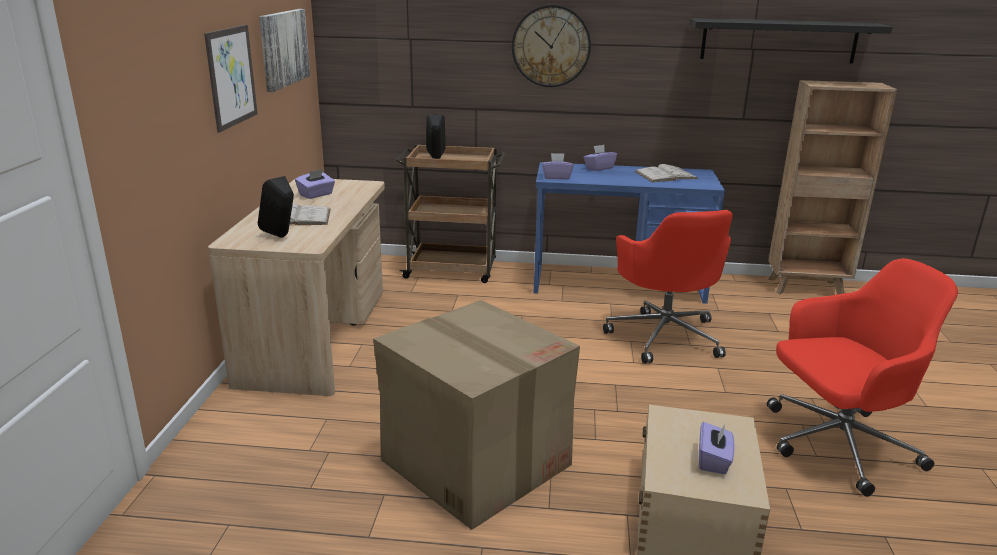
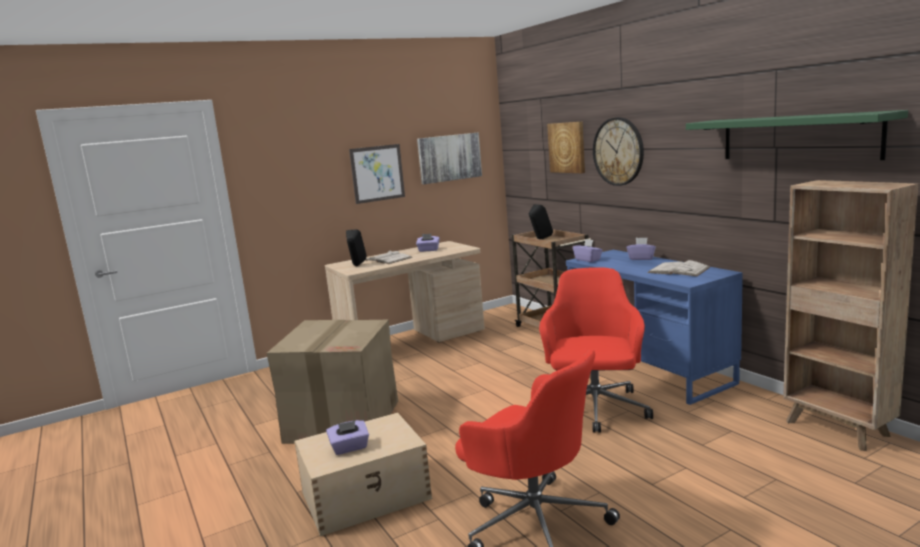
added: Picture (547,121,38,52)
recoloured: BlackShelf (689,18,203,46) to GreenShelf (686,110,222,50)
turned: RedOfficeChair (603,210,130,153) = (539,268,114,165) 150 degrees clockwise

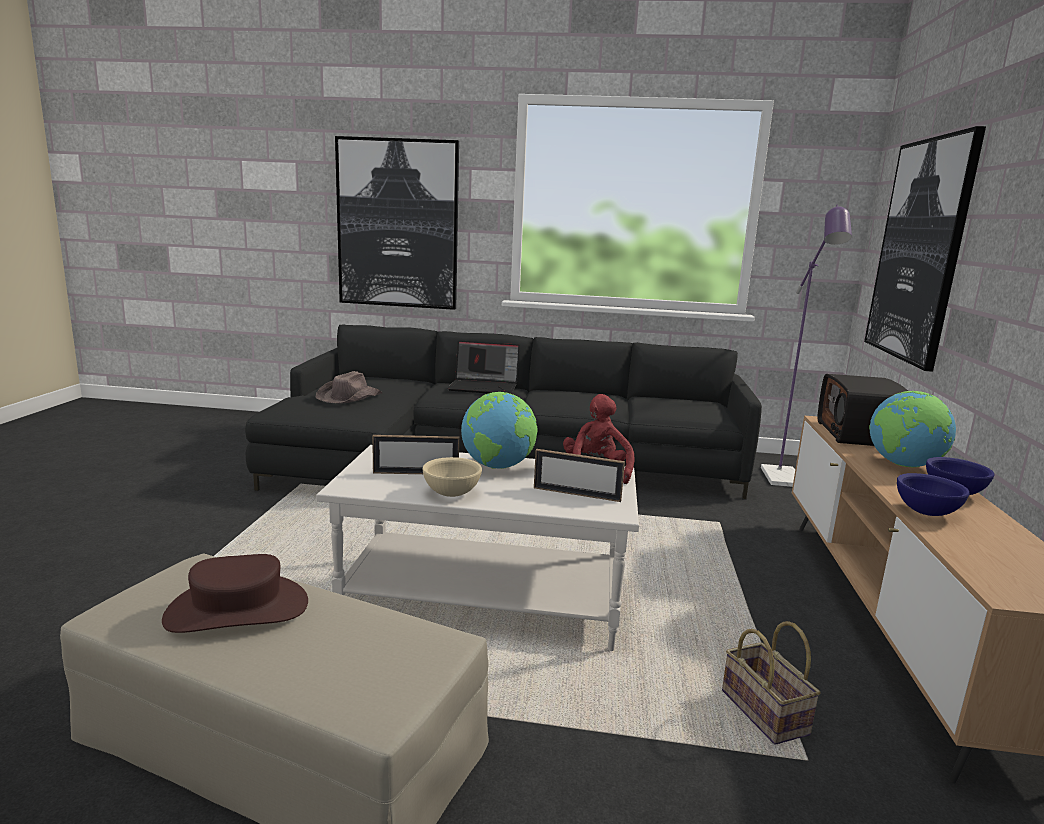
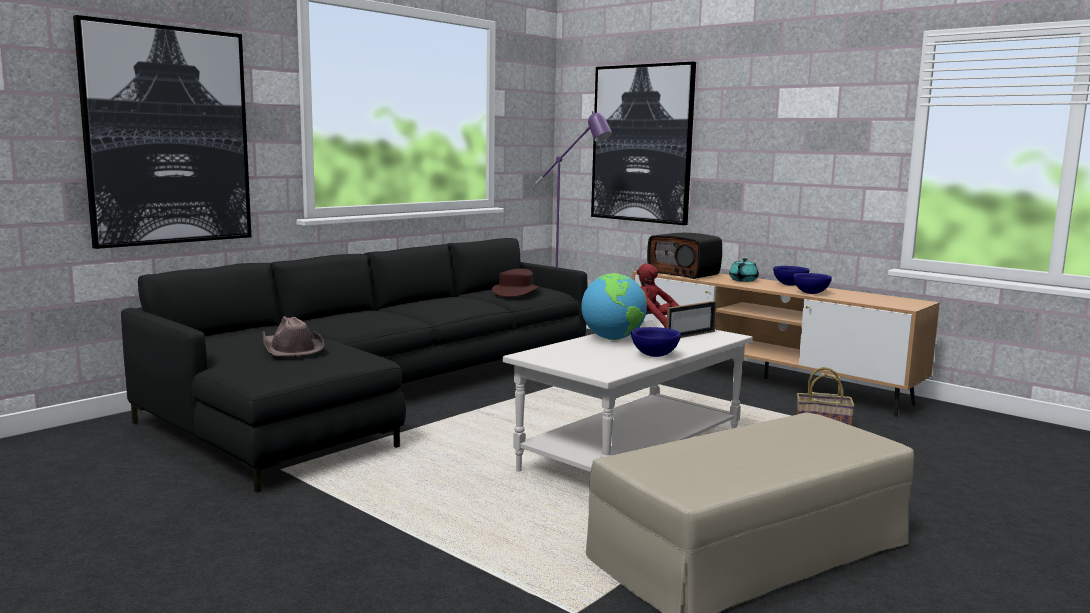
removed: PictureFrame (372,435,87,39); Laptop (447,340,73,54)
moved: BrownHat (162,554,146,79) to (492,269,48,28)
replaced: Globe (869,391,87,76) to TurquoiseTeapot (729,258,30,24)
recoloured: BeigeBowl (422,457,60,40) to BlueBowl (631,327,50,30)

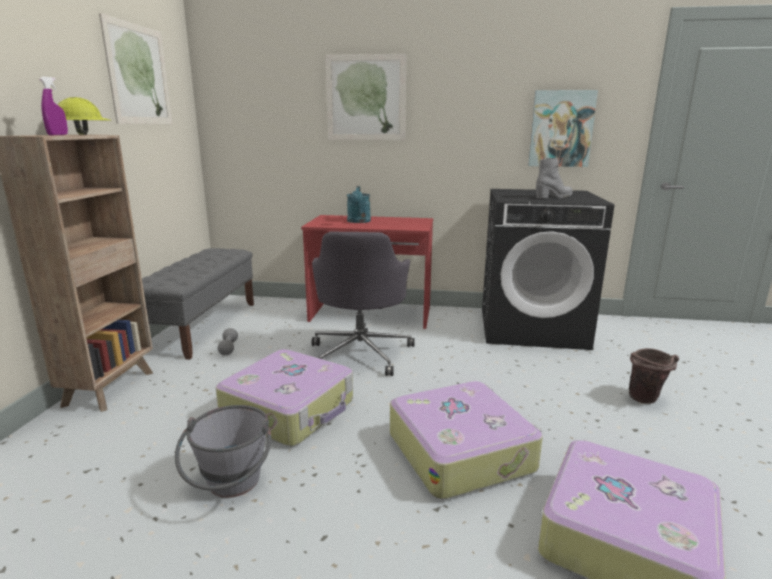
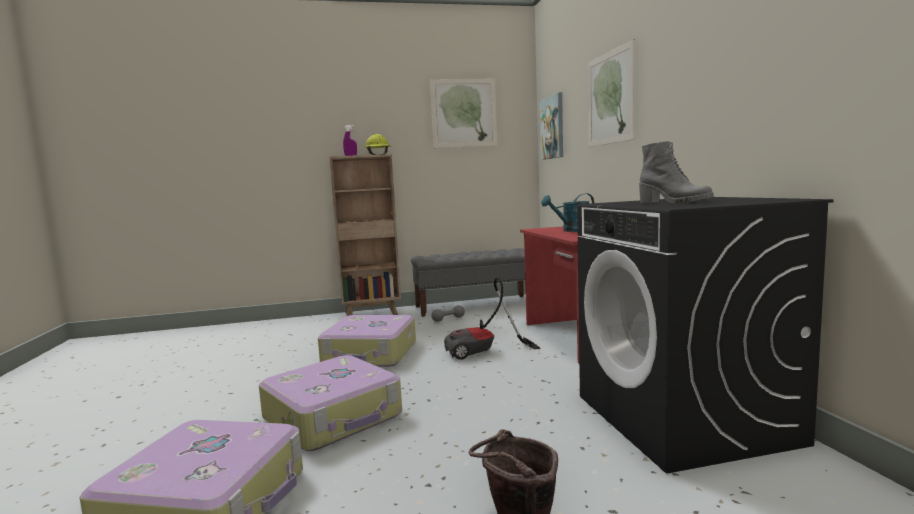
removed: GreyBucket (175,405,96,93)
moved: Picture (528,90,70,77) to (539,92,24,68)
replaced: GreyOfficeChair (312,232,102,144) to VacuumCleaner (444,277,96,83)

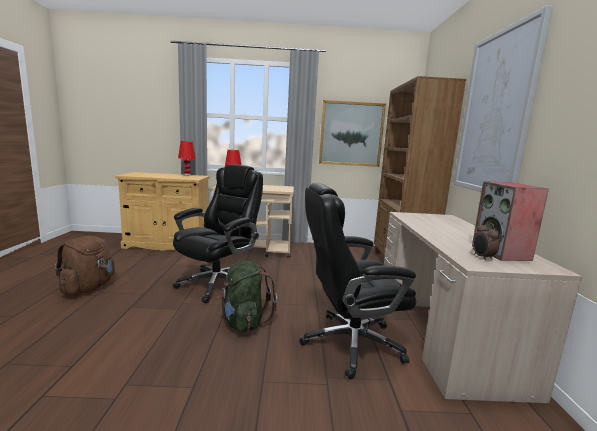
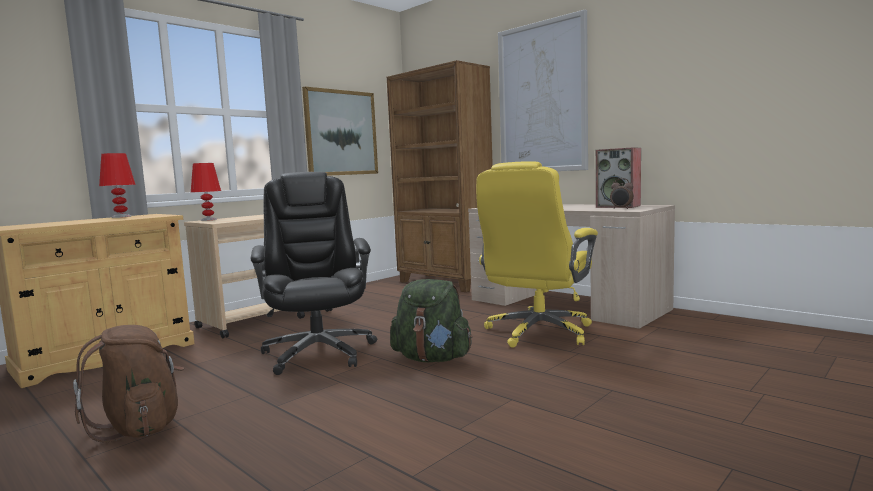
recoloured: BlackOfficeChair (299,183,117,197) to YellowOfficeChair (476,161,122,187)

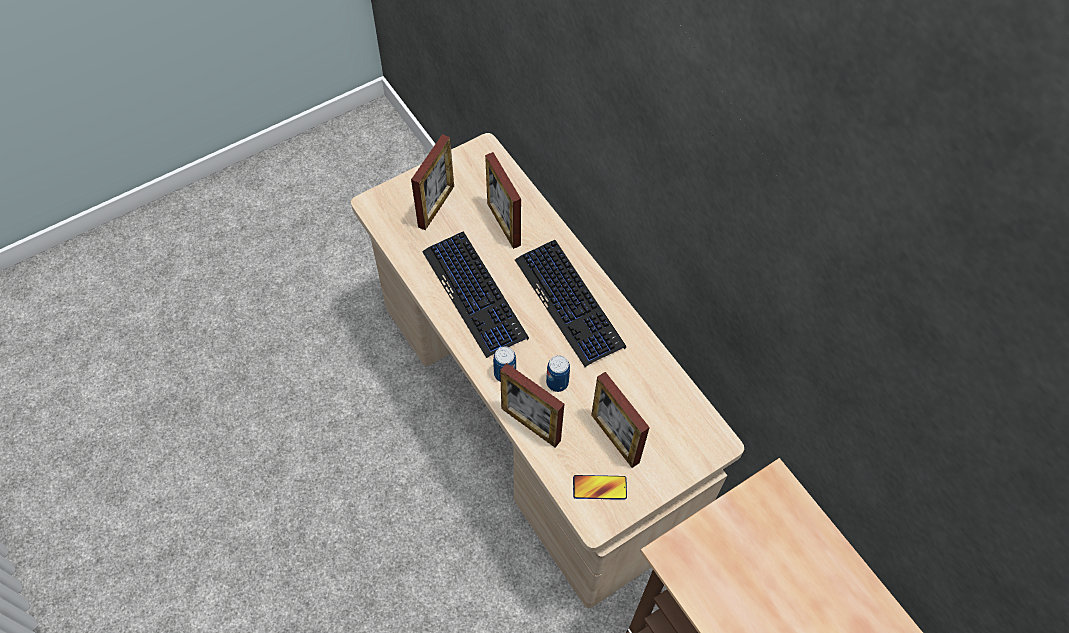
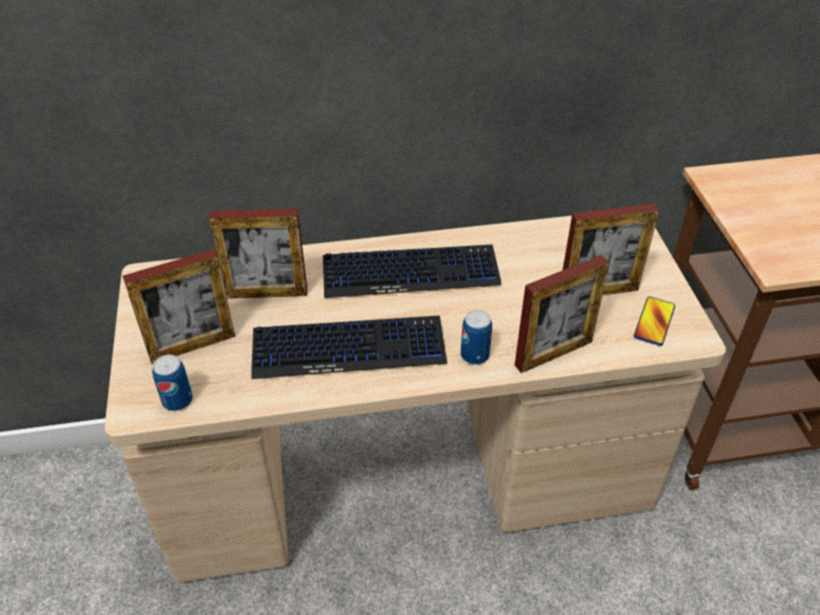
moved: Can (546,355,24,37) to (152,355,41,56)
turned: PictureFrame (411,134,43,96) = (123,249,112,115) 105 degrees clockwise

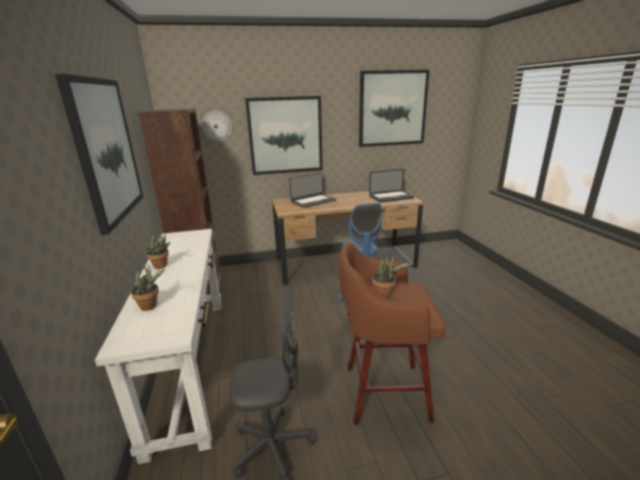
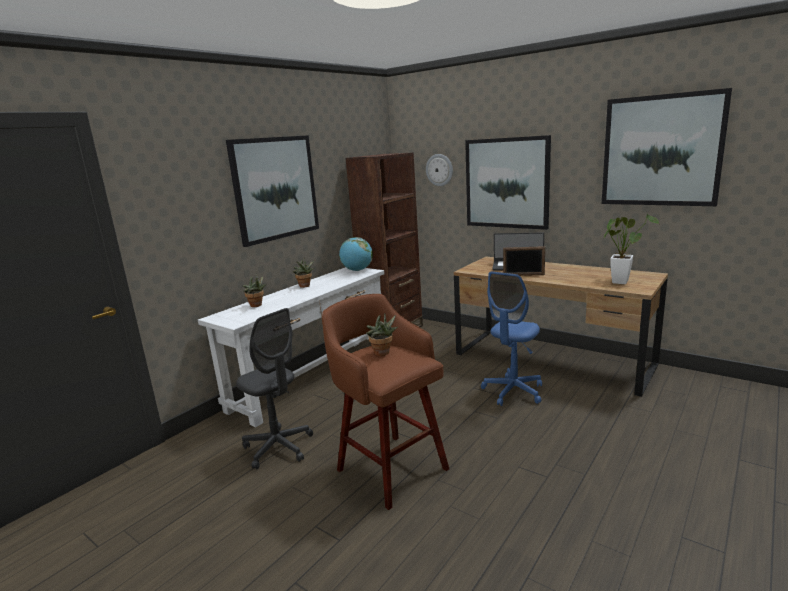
added: Globe (339,237,34,34); PictureFrame (503,246,42,30)
replaced: Laptop (369,169,45,33) to PottedPlant (604,214,55,70)

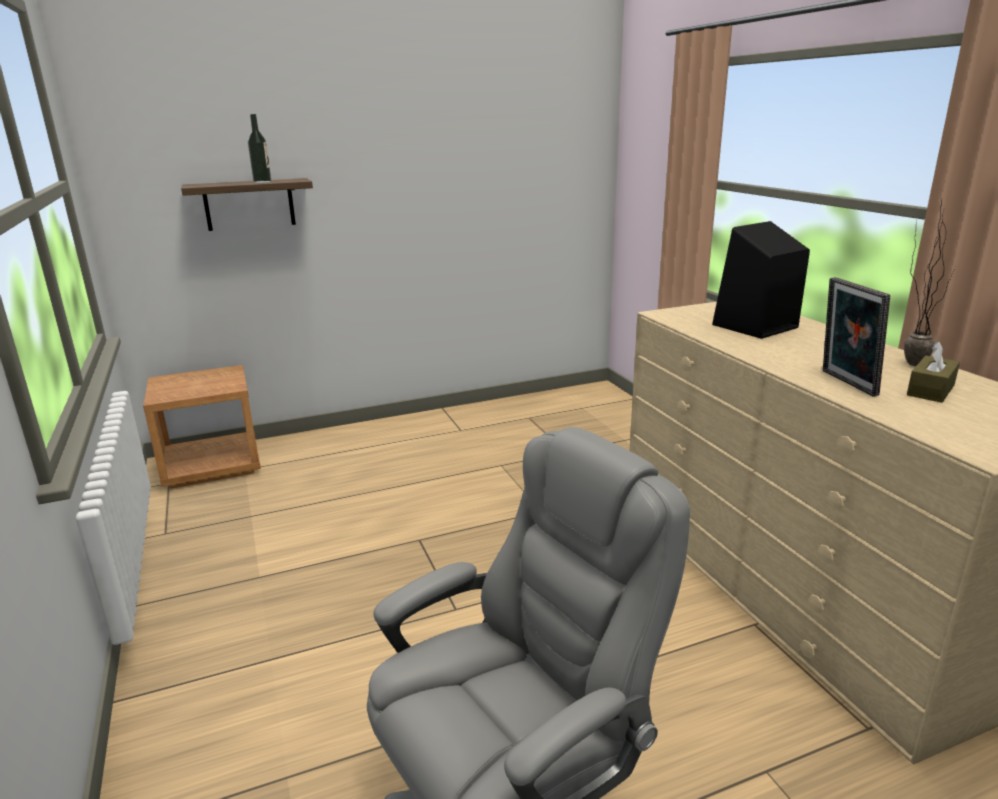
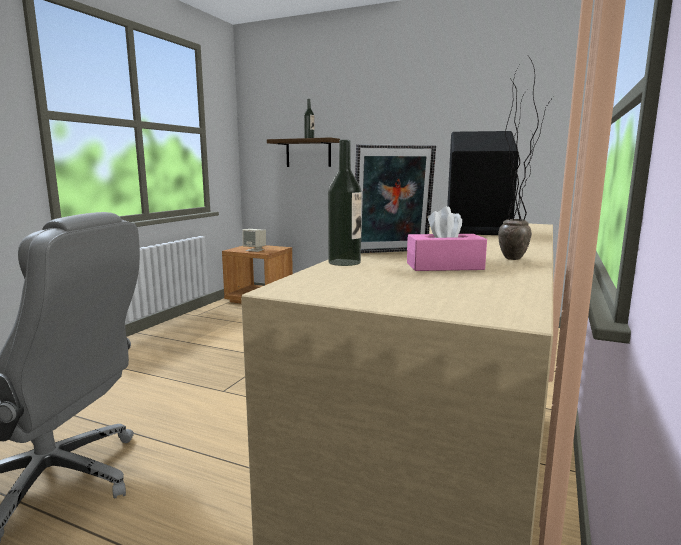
added: BeigeSpeaker (242,229,24,23); Bottle (328,140,34,126)
recoloured: BrownTissueBox (907,341,53,62) to PinkTissueBox (407,206,80,65)
turned: PictureFrame (823,277,67,120) = (355,144,81,109) 135 degrees counterclockwise

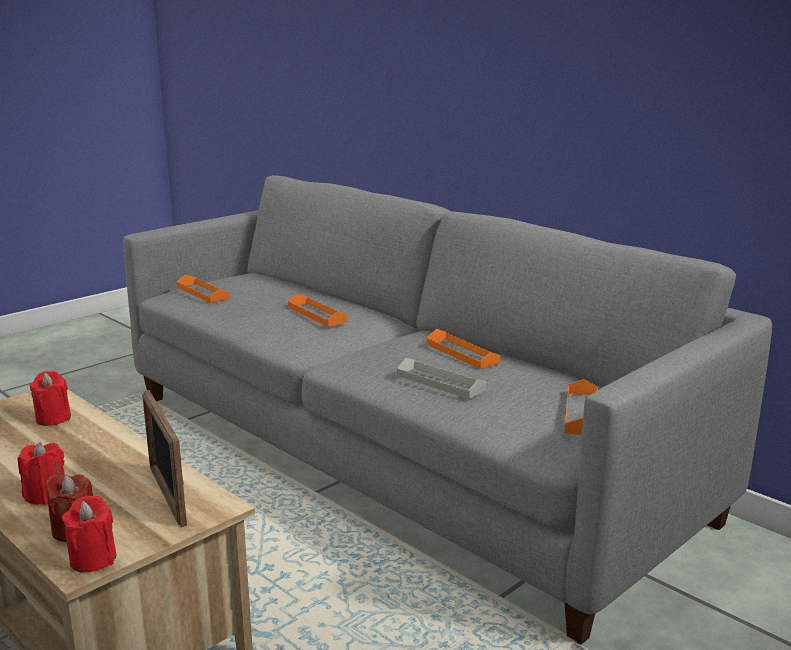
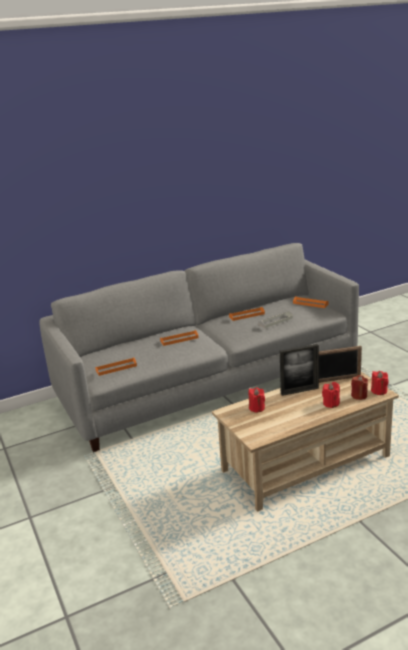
added: PictureFrame (280,344,39,52)

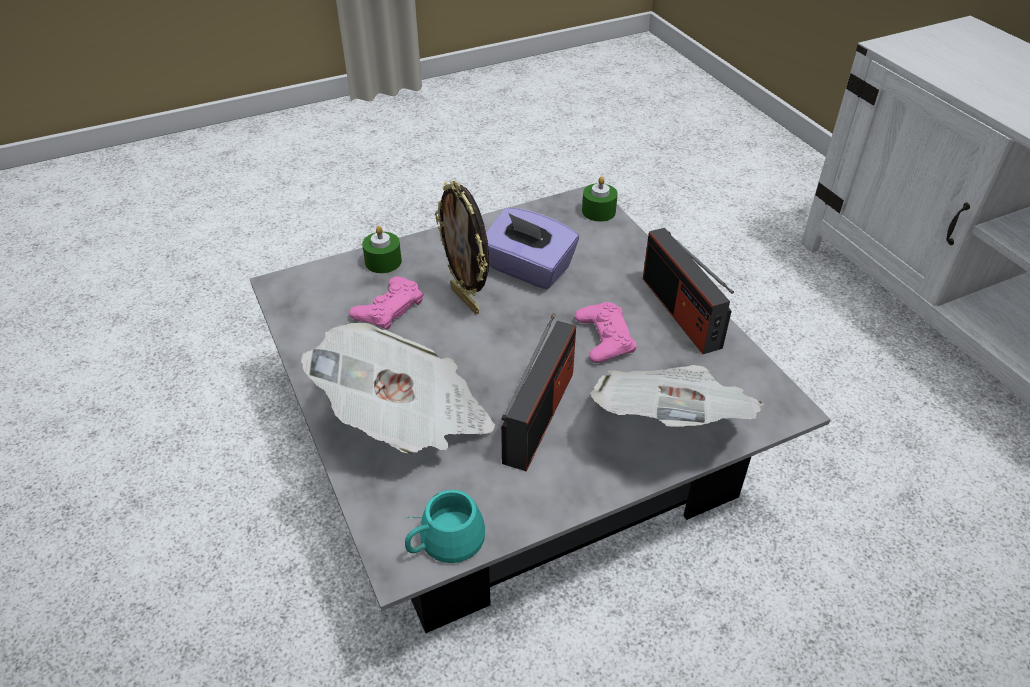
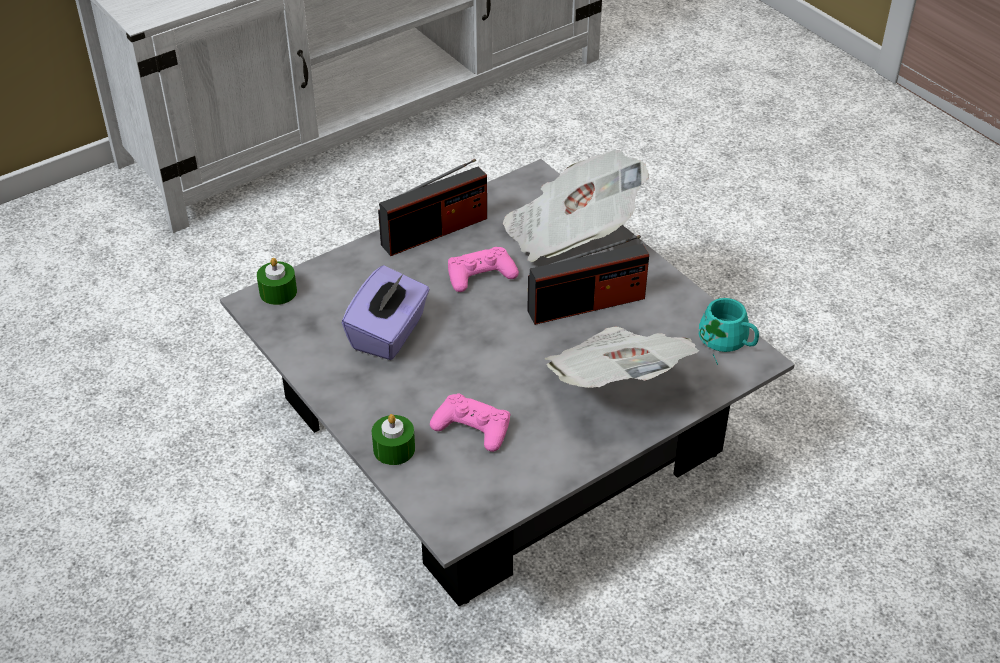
removed: PictureFrame (435,181,54,133)
turned: Radio (501,314,75,158) = (527,235,122,90) 150 degrees clockwise

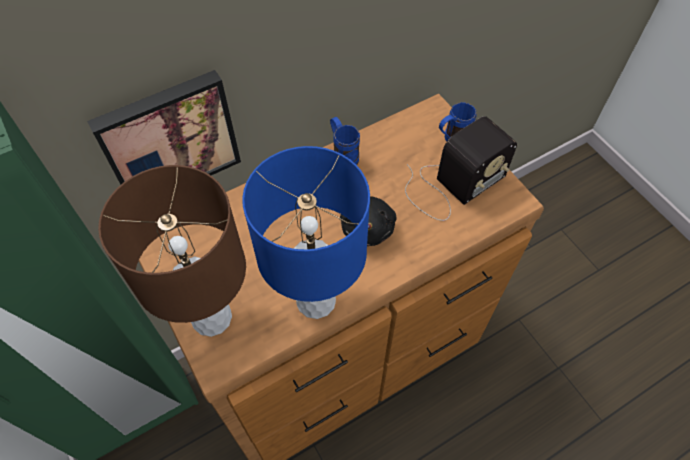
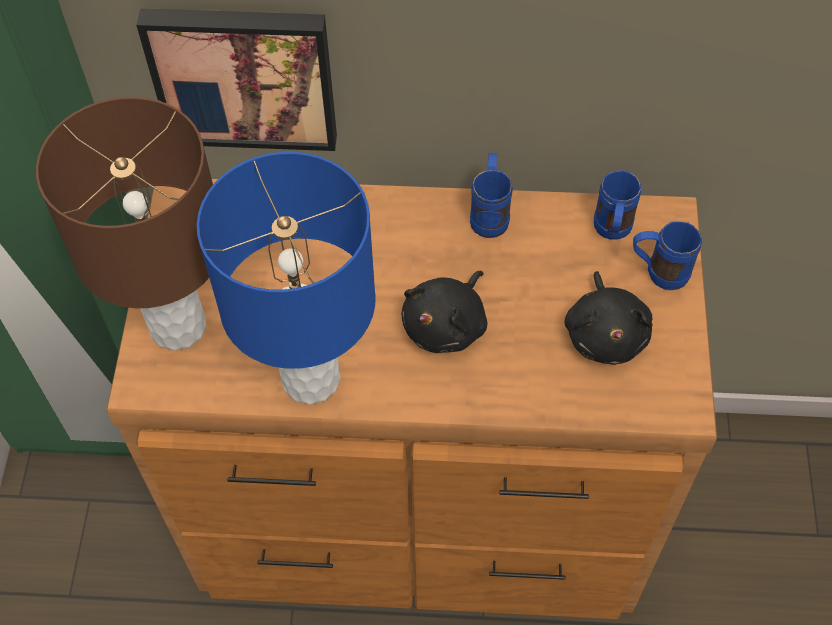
added: BlueMug (594,170,47,70)
replaced: Radio (405,116,112,105) to BlackPlushToy (564,271,89,94)

